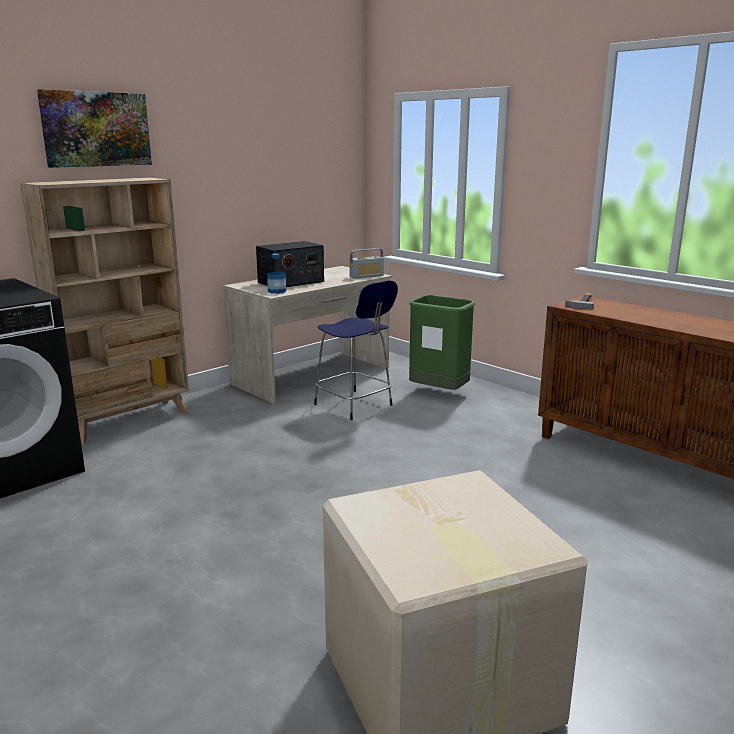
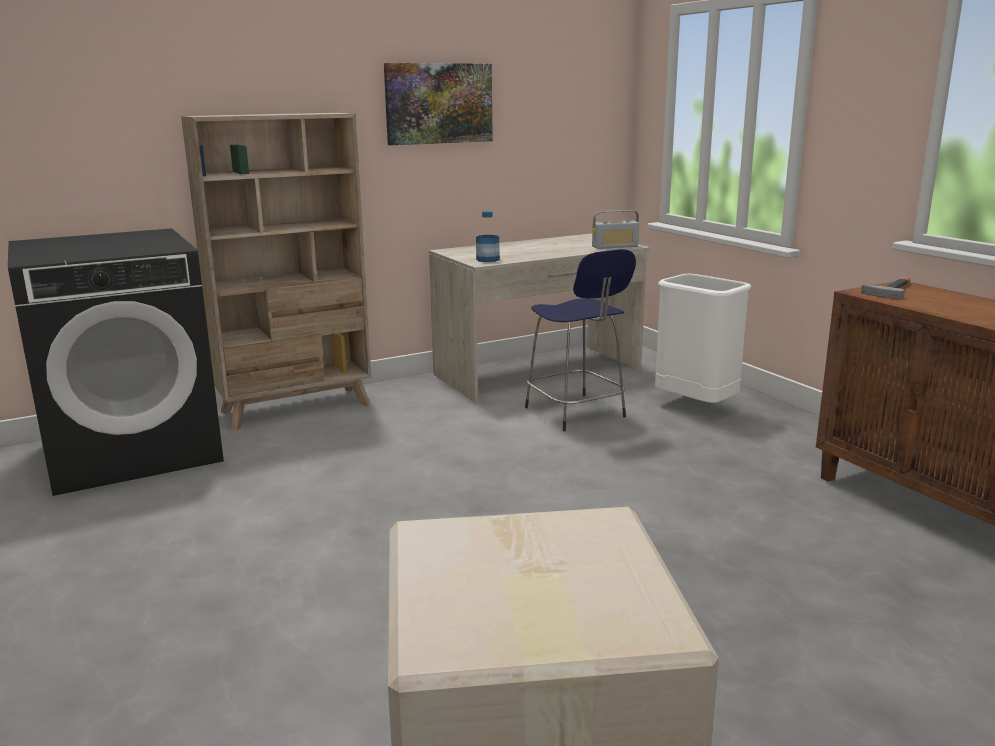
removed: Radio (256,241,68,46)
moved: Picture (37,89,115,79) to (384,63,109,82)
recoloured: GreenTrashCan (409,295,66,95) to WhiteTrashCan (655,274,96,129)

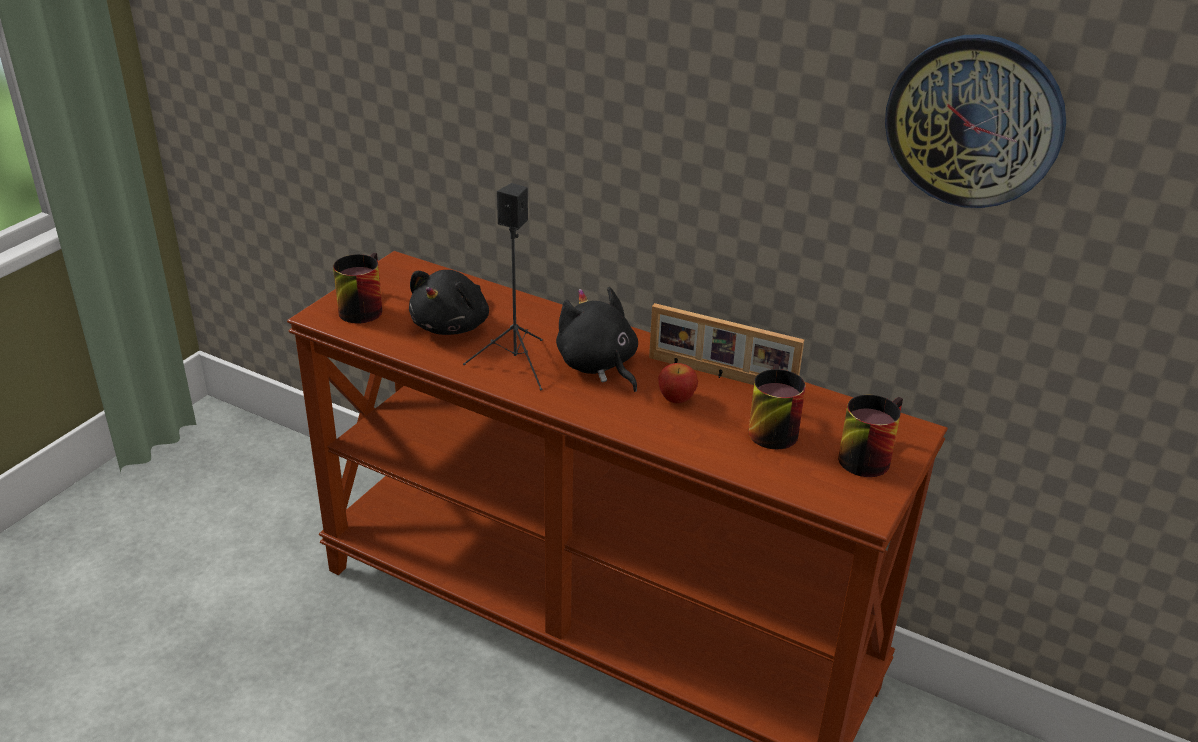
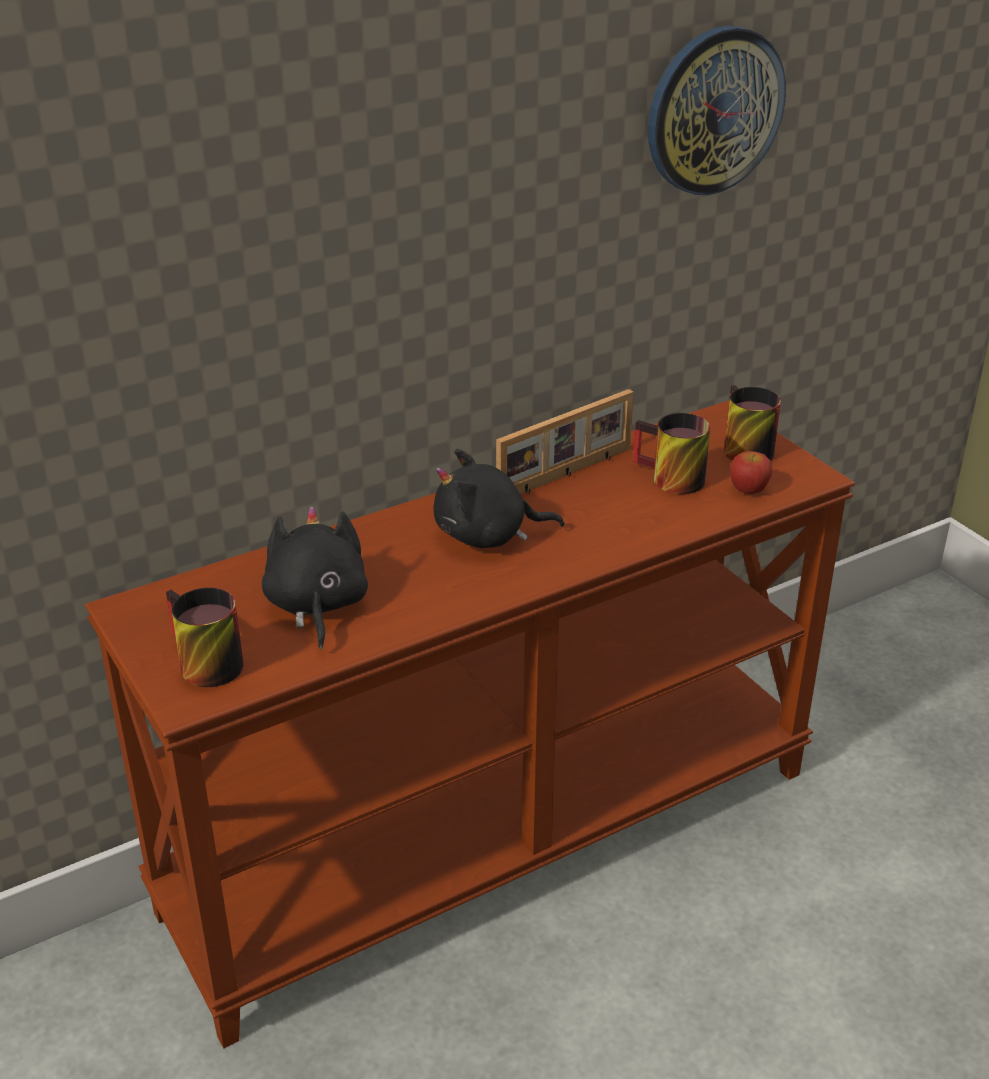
removed: BlackSpeaker (463,183,80,207)
moved: Apple (658,363,40,40) to (730,451,42,43)
turned: BlackPlushToy (409,270,80,65) = (262,507,106,143) 150 degrees counterclockwise

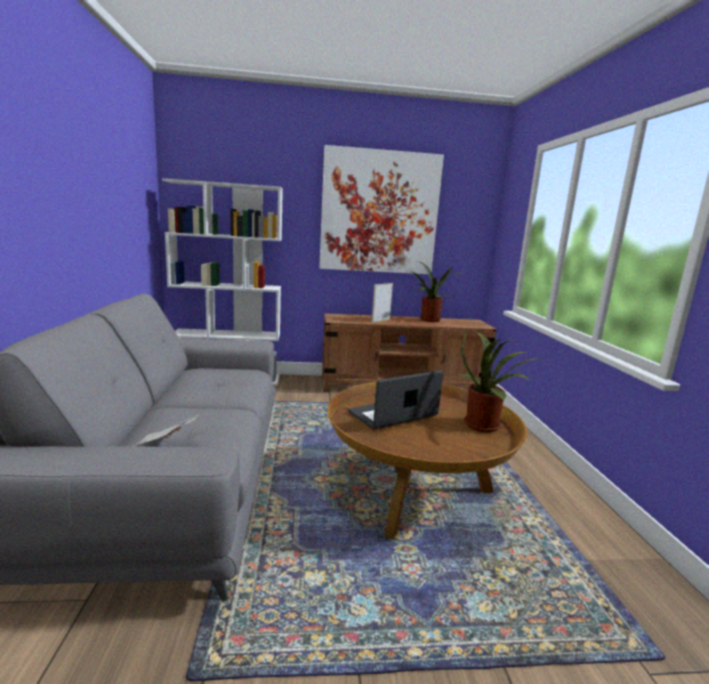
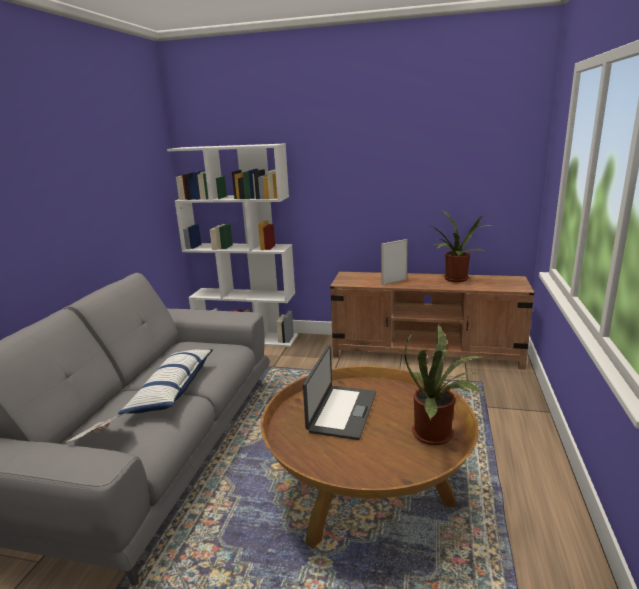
removed: Picture (319,145,125,129)
added: Pillow (118,349,95,65)
turned: Laptop (348,370,95,60) = (303,345,73,95) 120 degrees clockwise

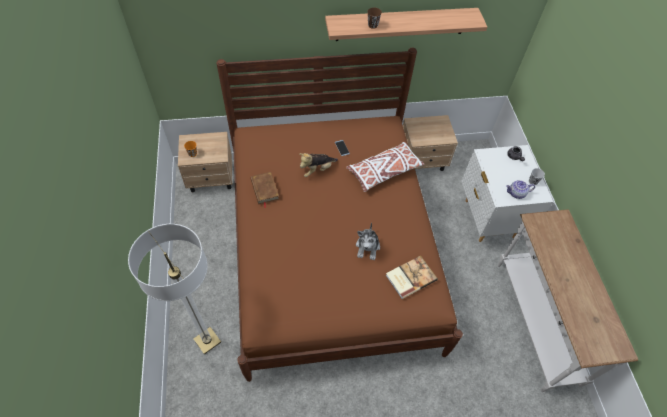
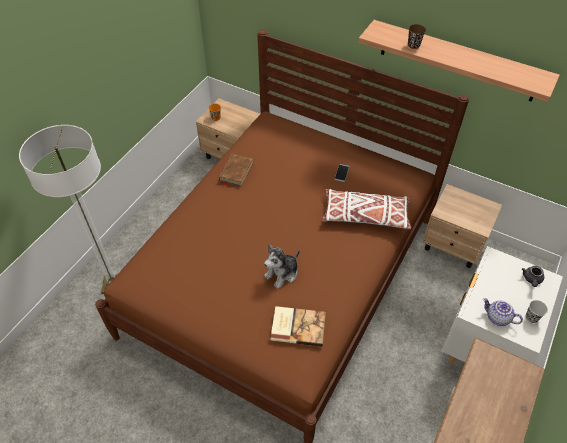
removed: PlushToy (300,153,38,24)

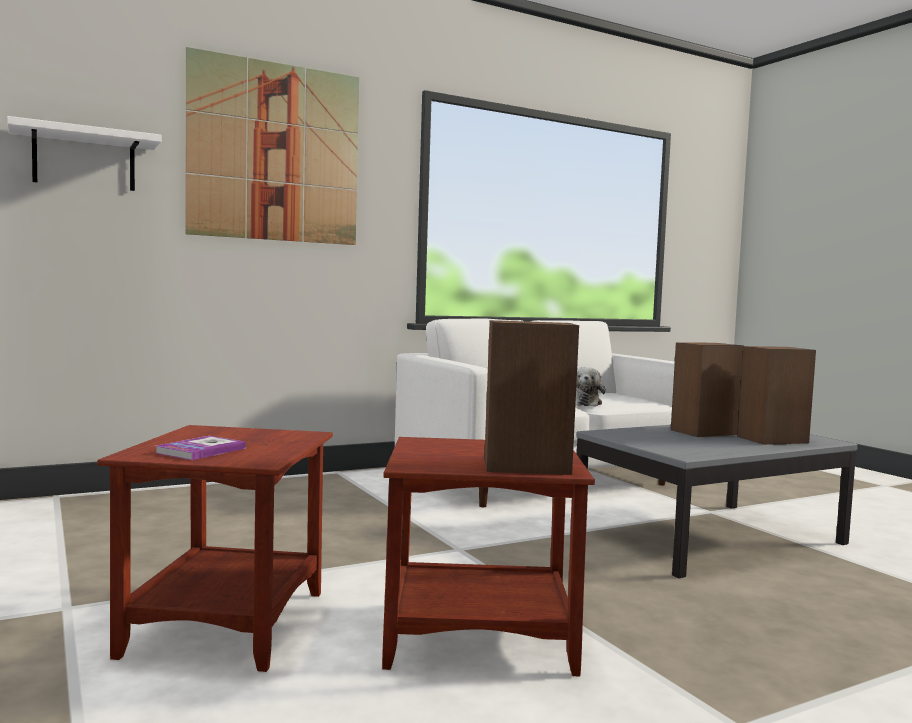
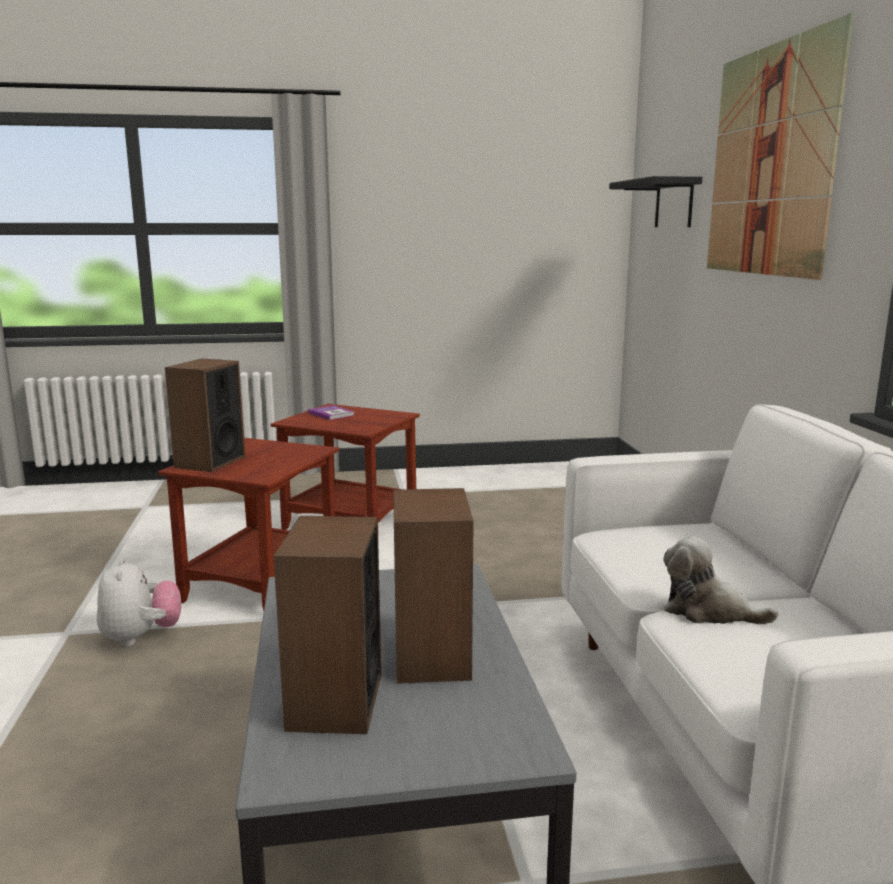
added: PlushToy (97,558,84,89)
recoloured: WhiteShelf (7,116,154,75) to BlackShelf (609,176,93,51)

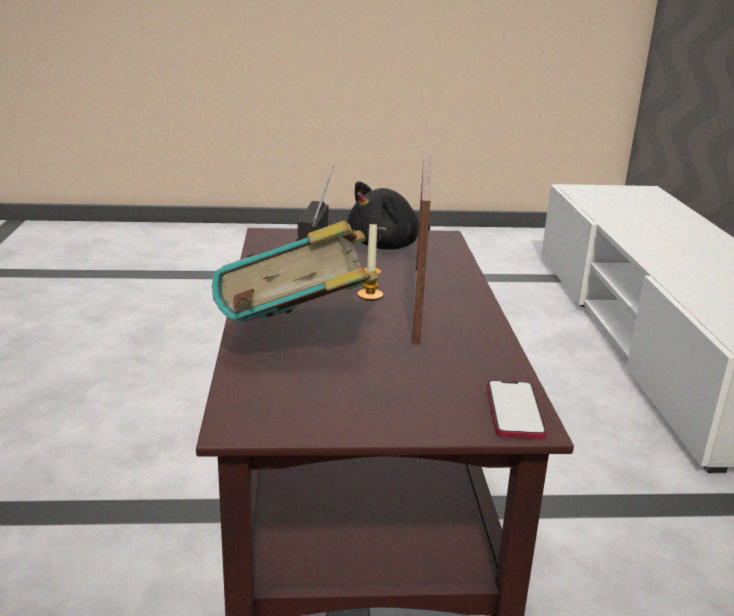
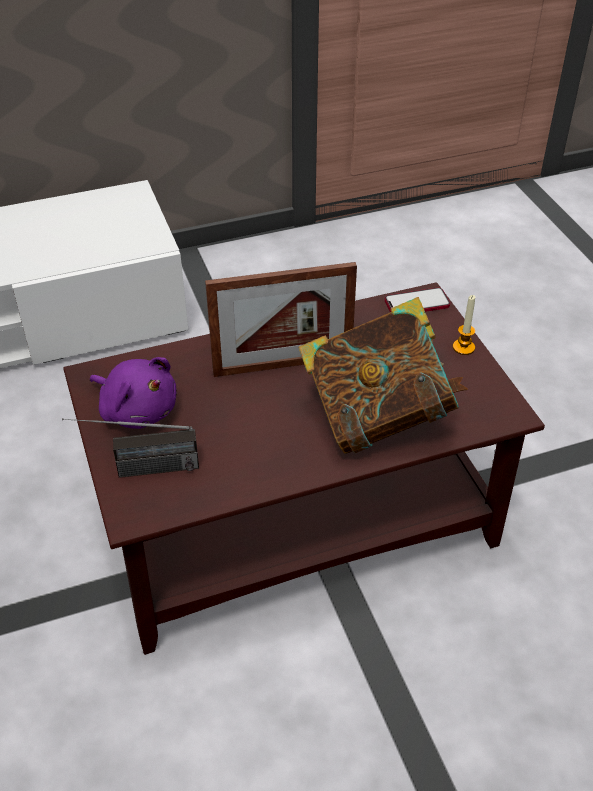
moved: Candle (357,222,26,79) to (453,295,22,60)
recoloured: BlackPlushToy (347,181,83,69) to PurplePlushToy (90,357,86,72)

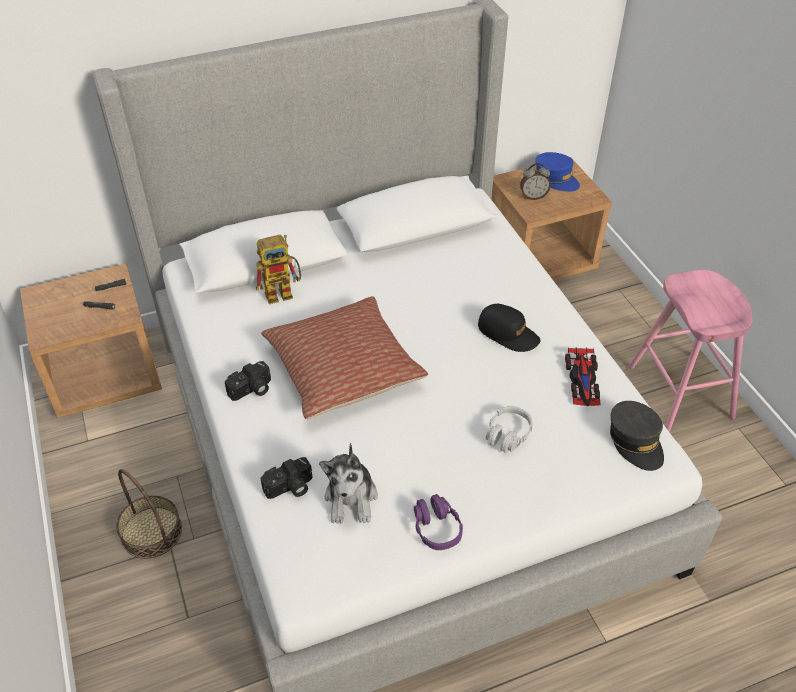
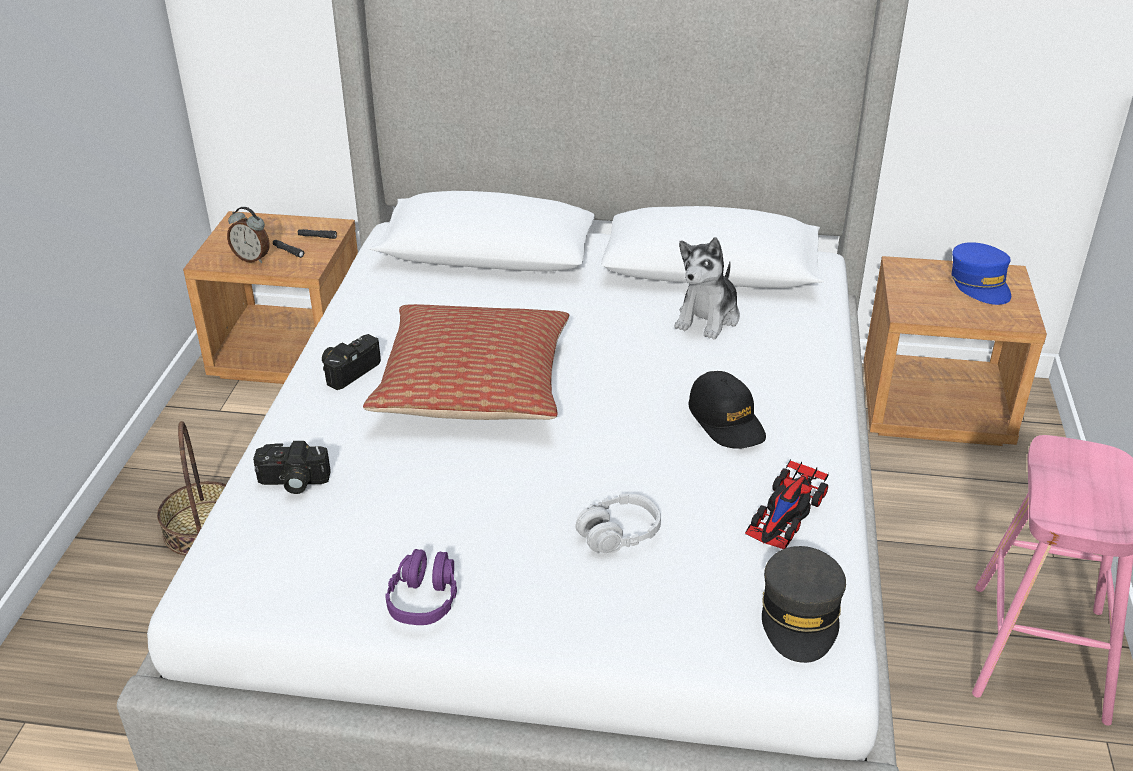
removed: ToyRobot (256,235,45,69)
moved: PlushToy (319,443,59,81) to (674,237,66,103); AlarmClock (520,163,31,37) to (227,207,43,56)
turned: PhotoCamera (225,361,46,40) = (322,334,59,56) 135 degrees clockwise

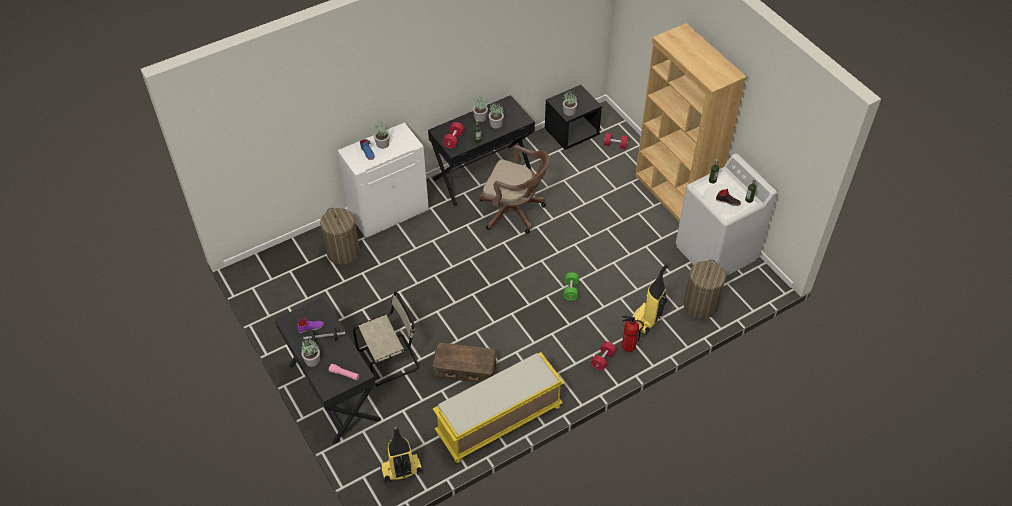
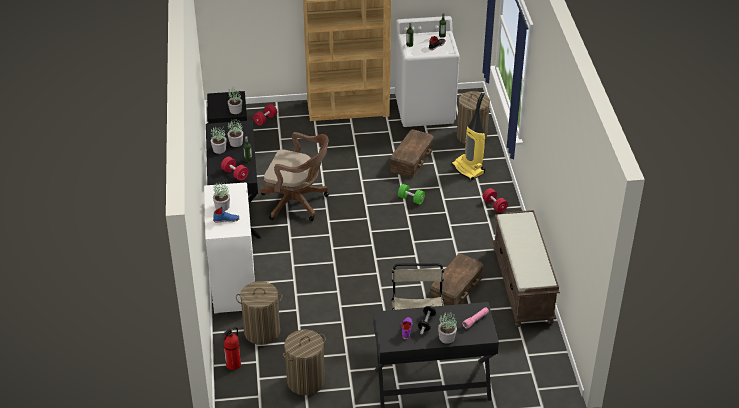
removed: VacuumCleaner (380,426,43,57)
added: LaundryBasket (283,330,43,65); BrownStorageBox (390,129,44,49)
moved: FireExtinguisher (622,315,22,37) to (222,327,19,43)
recoloured: YellowBench (433,352,131,111) to BrownBench (492,210,68,117)
turned: BrownOfficeChair (479,145,70,89) = (260,132,69,89) 60 degrees clockwise

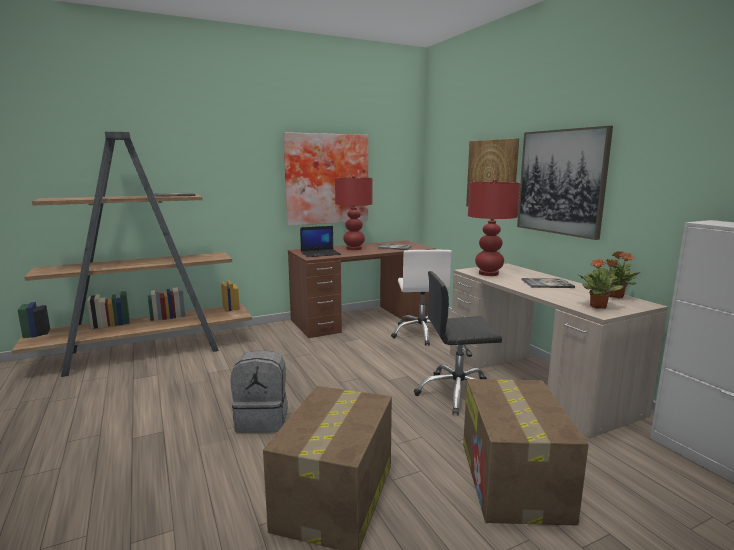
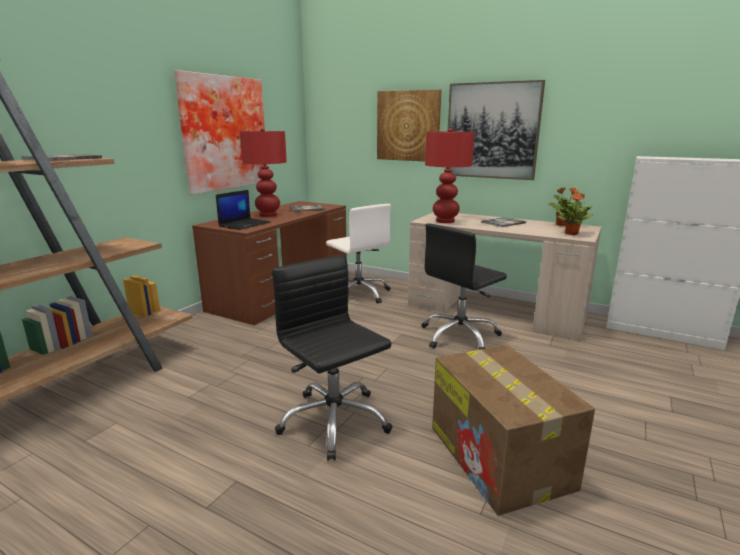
removed: CardboardBox (463,379,126,146)
replaced: GreyBackpack (231,350,57,83) to BlackOfficeChair (272,255,121,205)

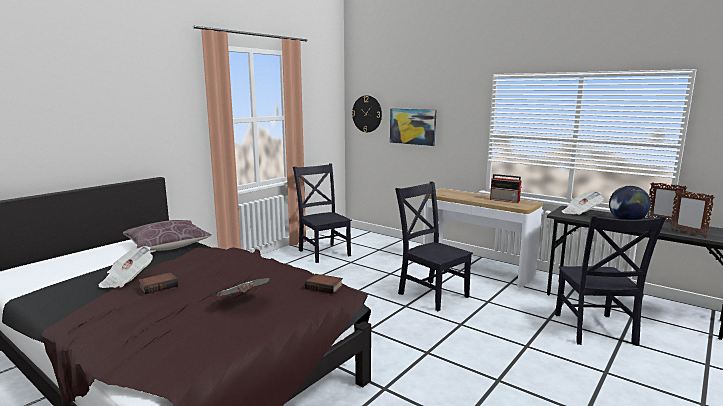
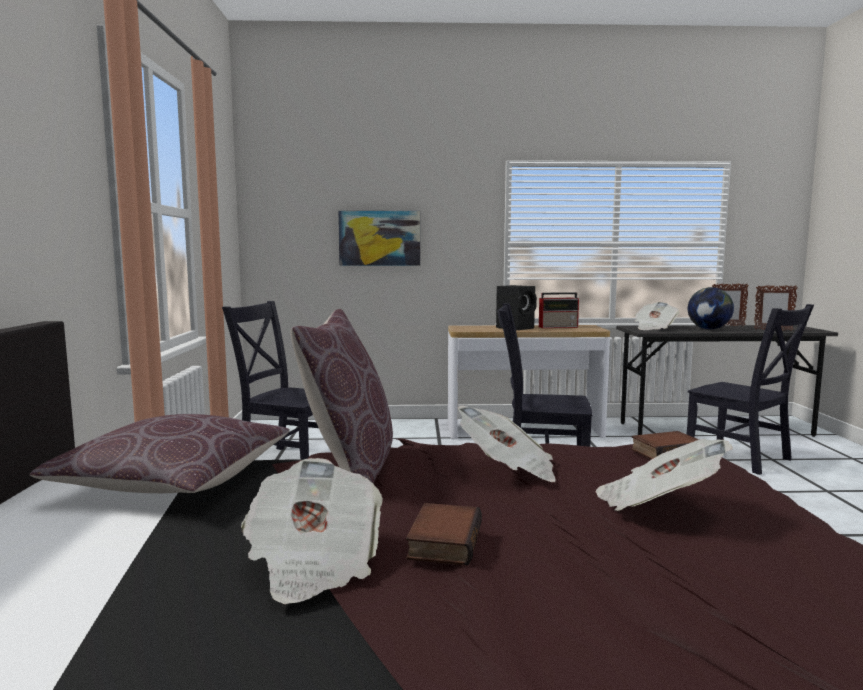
removed: WallClock (352,95,30,37)
added: BrownPillow (290,309,103,174); Newspaper (458,406,98,76); BlackSpeaker (496,285,41,45)

